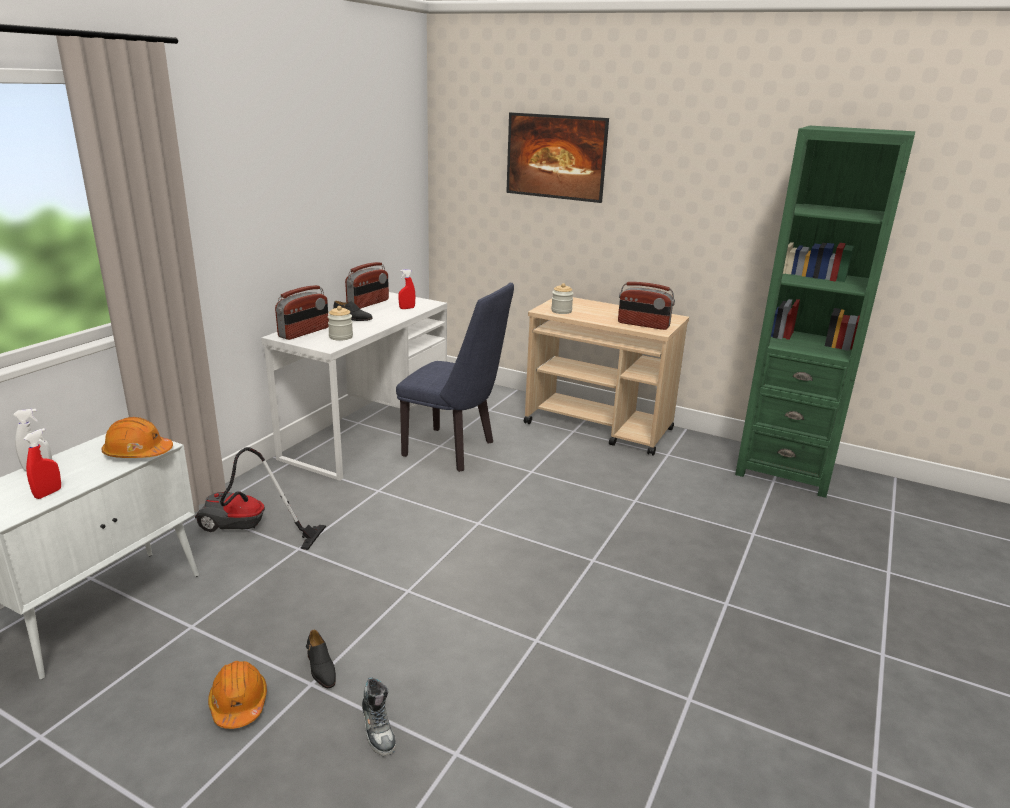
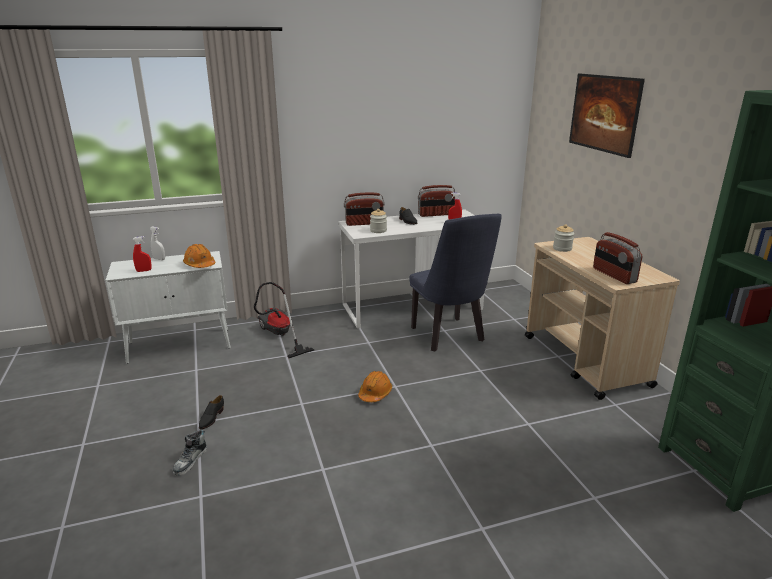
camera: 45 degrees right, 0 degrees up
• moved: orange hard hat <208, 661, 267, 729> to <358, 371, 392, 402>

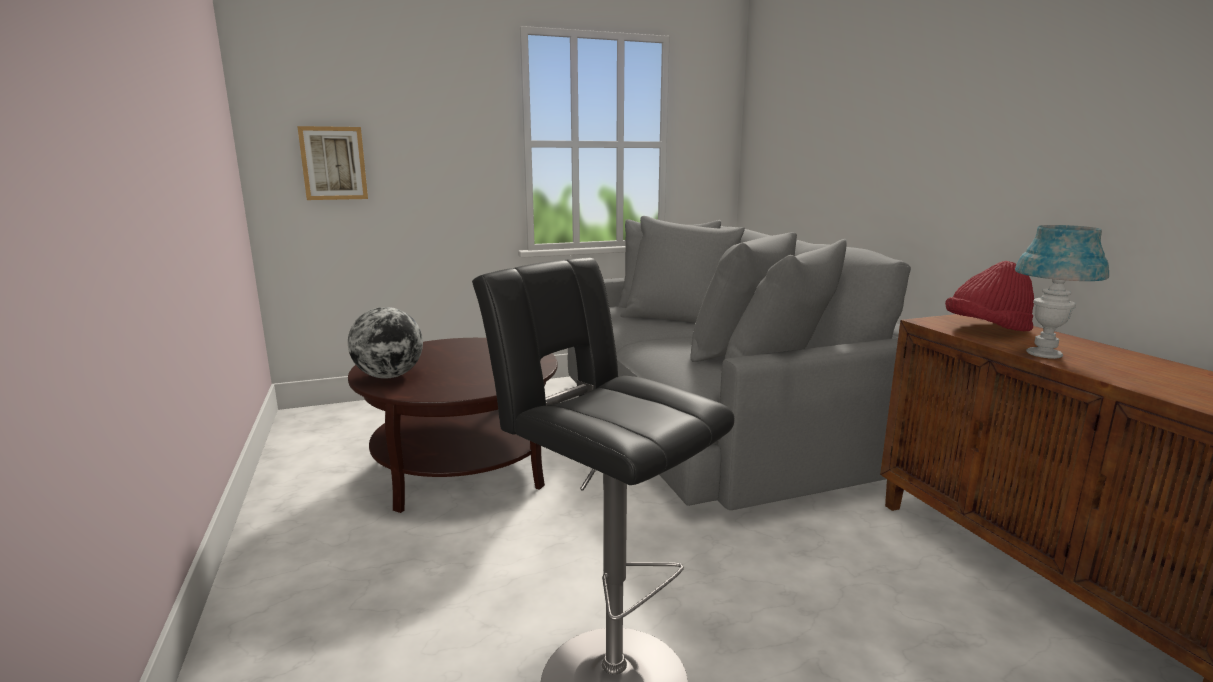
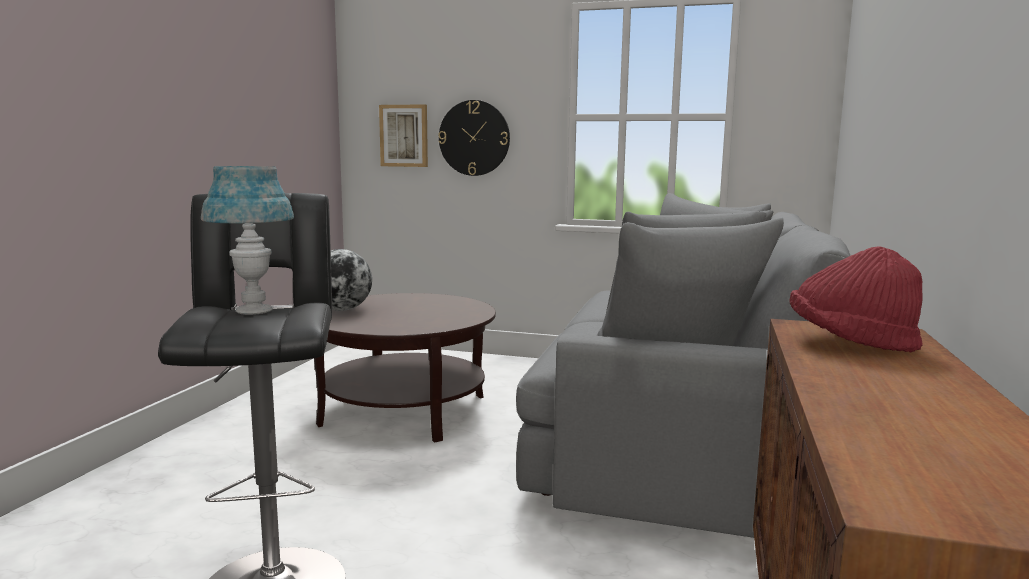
camera: 35 degrees right, 5 degrees down
• moved: blue table lamp <1015, 225, 1109, 359> to <201, 166, 294, 315>
• added: wall clock <438, 100, 510, 176>

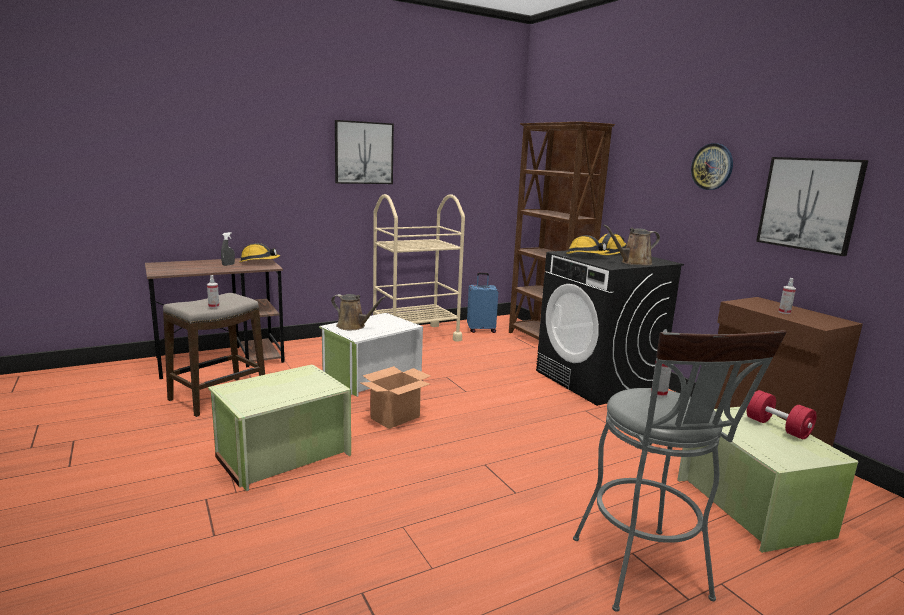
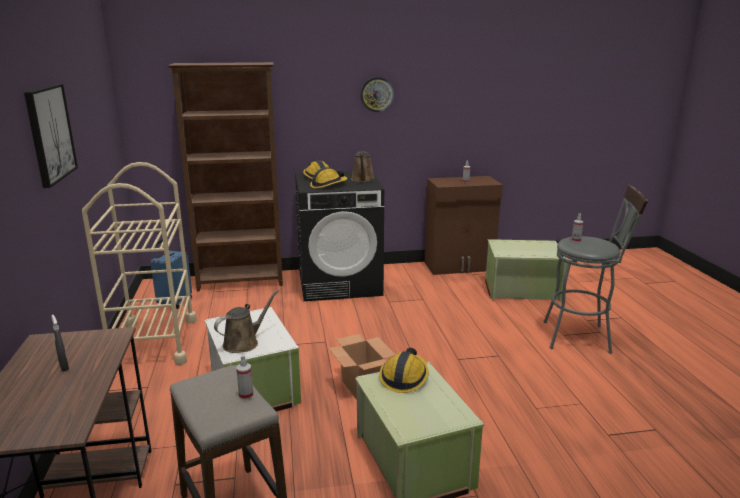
camera: 70 degrees left, 5 degrees up
• moved: hard hat <240, 243, 280, 262> to <379, 348, 429, 393>
• removed: red dumbbell <747, 390, 817, 439>
• removed: picture <756, 157, 868, 256>

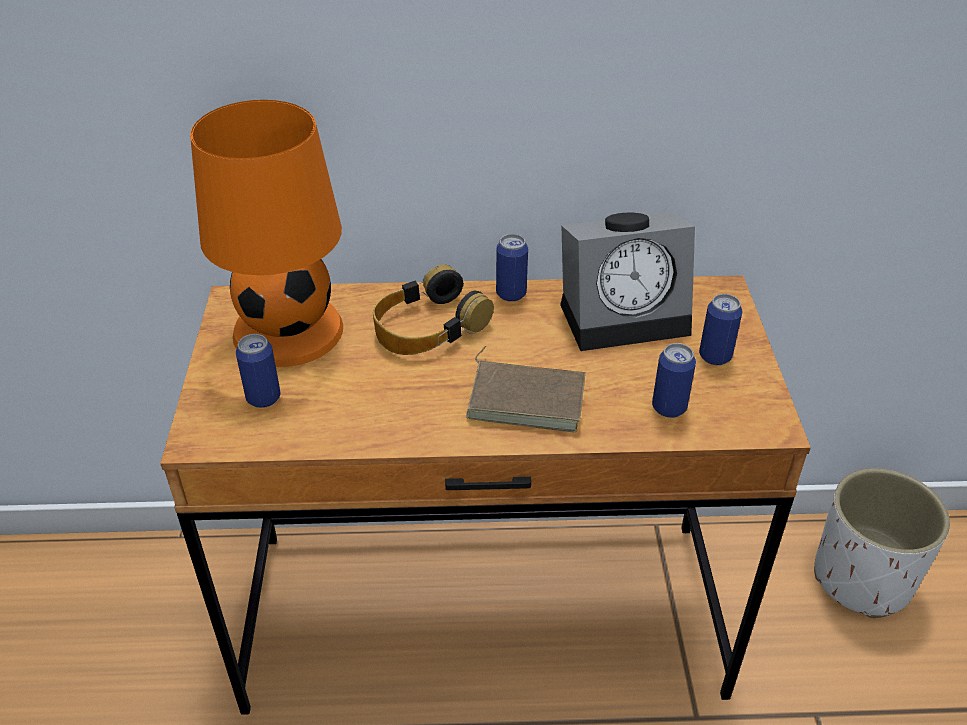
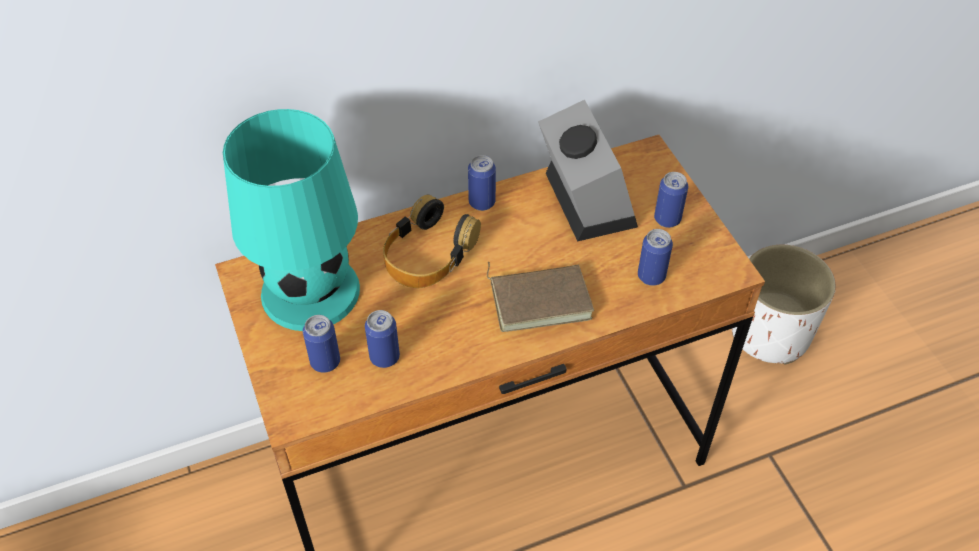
camera: 20 degrees left, 10 degrees up
• recoloured: orange table lamp <190, 100, 343, 367> to turquoise table lamp <223, 109, 360, 331>
• turned: alarm clock <560, 212, 695, 351> = <538, 100, 638, 242> 75 degrees counterclockwise
• added: can <365, 310, 400, 368>

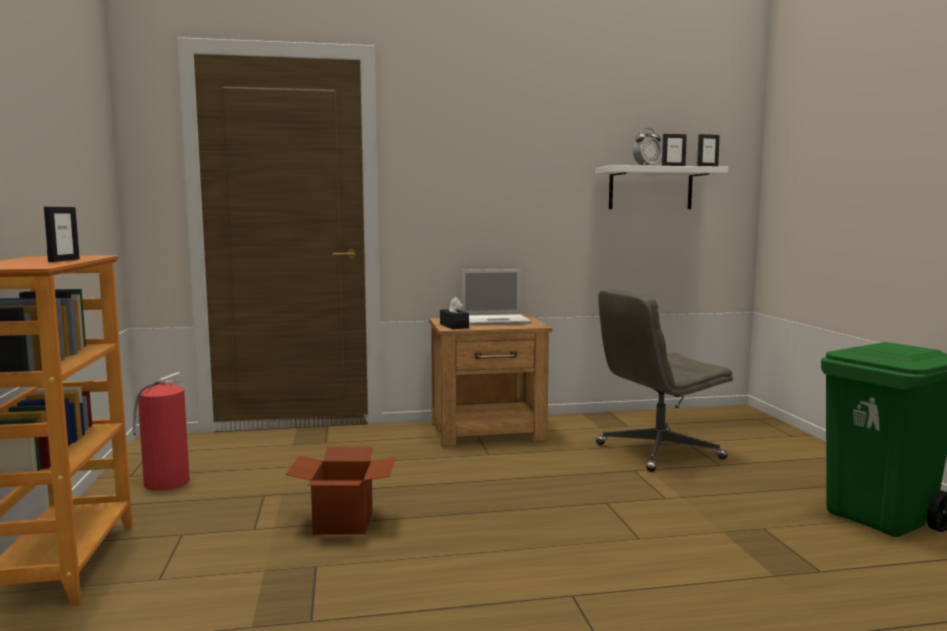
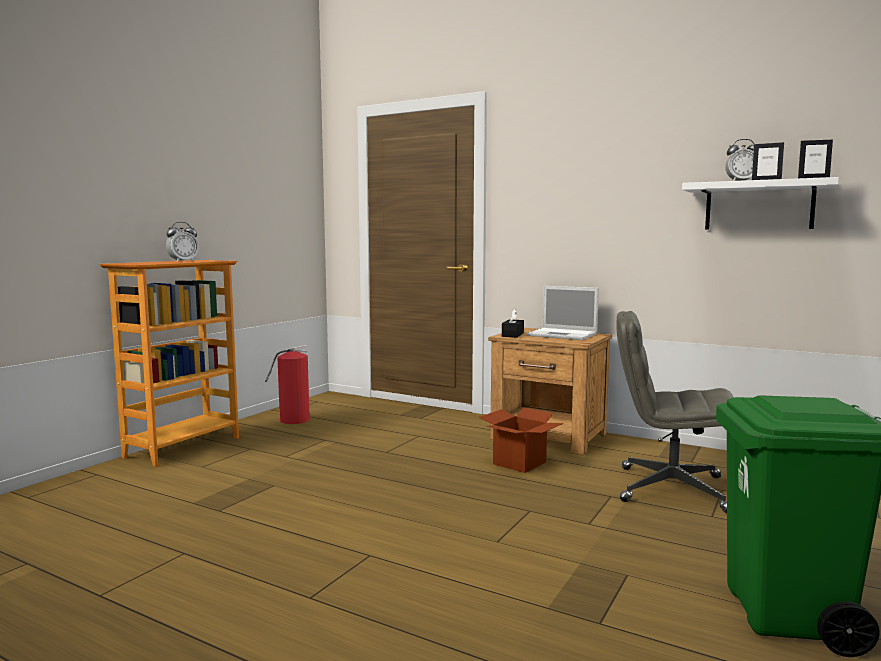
camera: 40 degrees right, 0 degrees up
• replaced: picture frame <44, 207, 80, 262> to alarm clock <166, 222, 199, 262>
• moved: cardboard box <285, 447, 395, 535> to <479, 408, 563, 473>

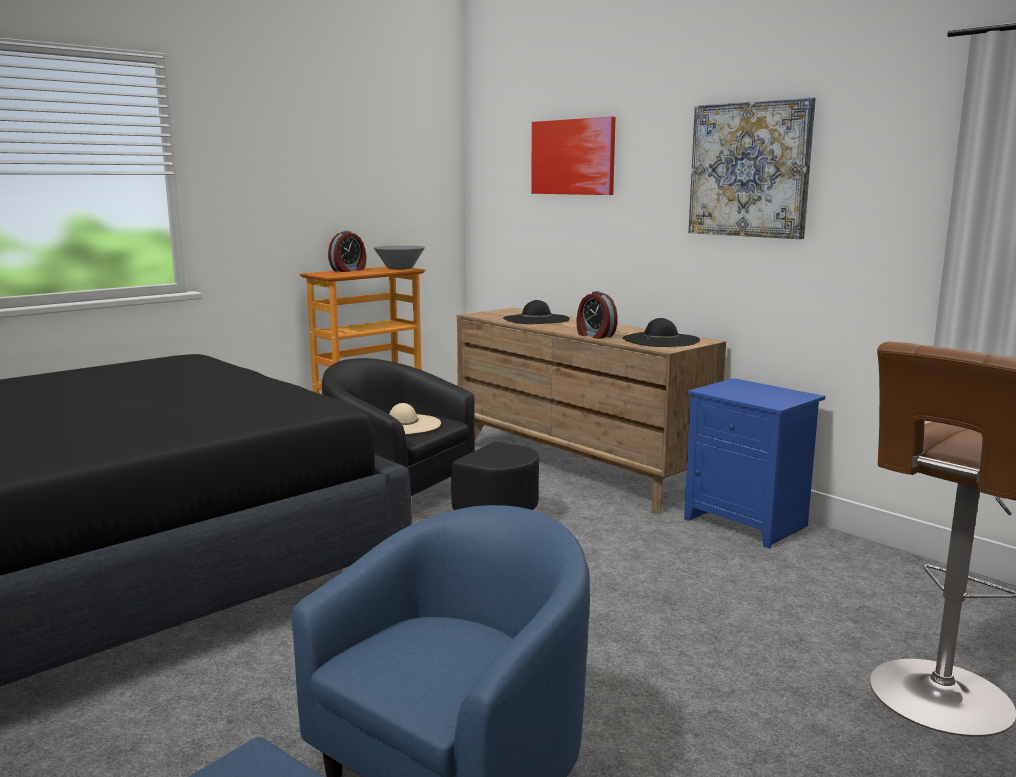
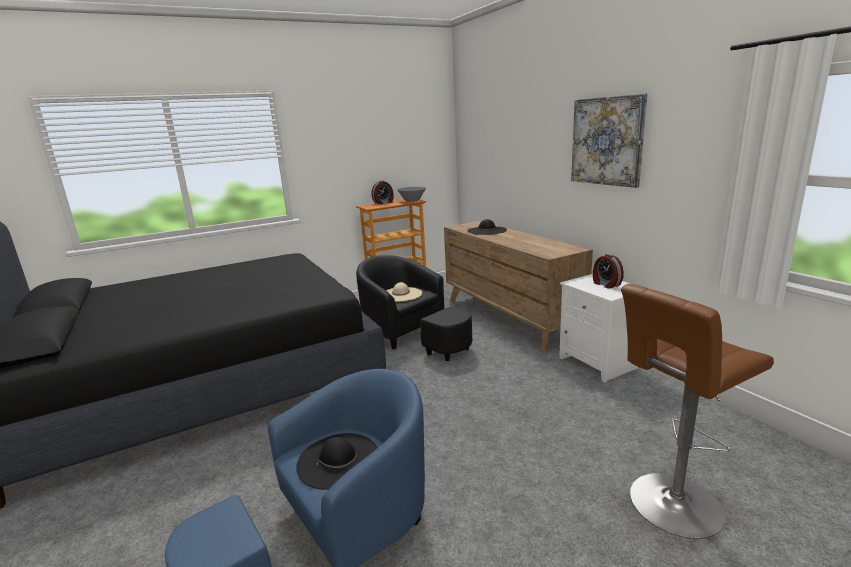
camera: 15 degrees right, 5 degrees up
• removed: picture <531, 116, 615, 195>
• moved: alarm clock <577, 291, 618, 339> to <593, 254, 624, 289>
• moved: black hat <623, 318, 700, 347> to <296, 433, 378, 490>
• recoloured: blue nightstand <684, 378, 825, 549> to white nightstand <559, 274, 638, 383>

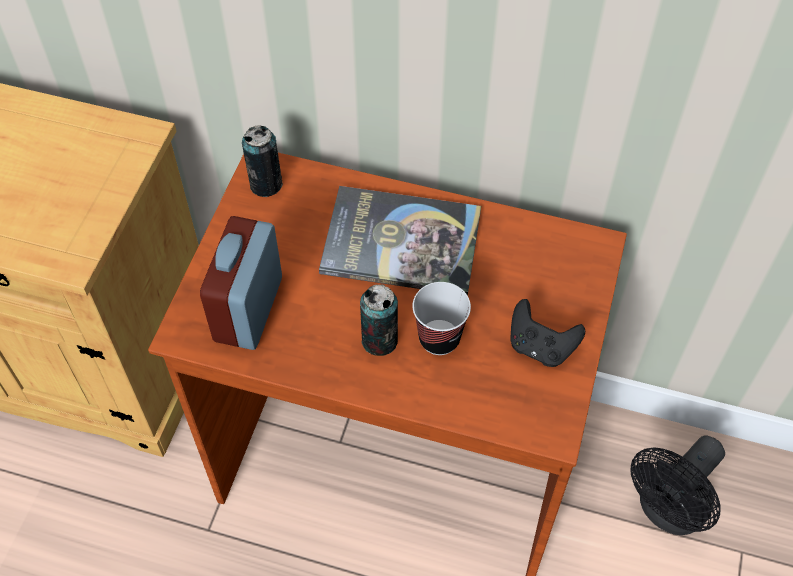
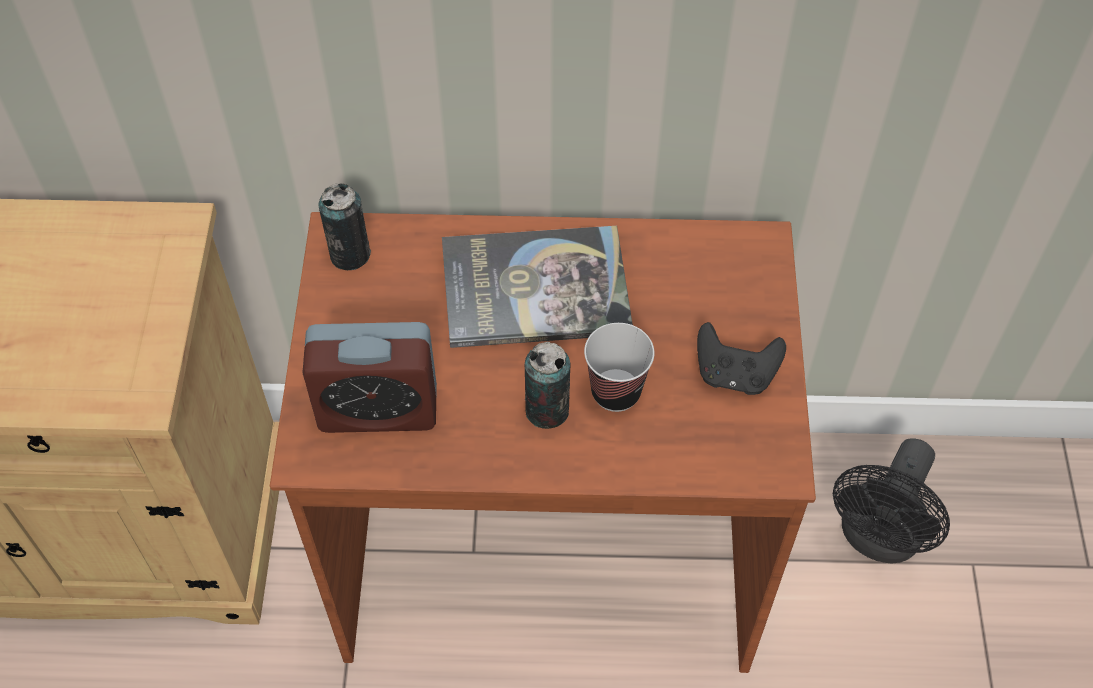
camera: 15 degrees left, 0 degrees up
• turned: alarm clock <200, 216, 282, 350> = <302, 322, 437, 433> 90 degrees counterclockwise

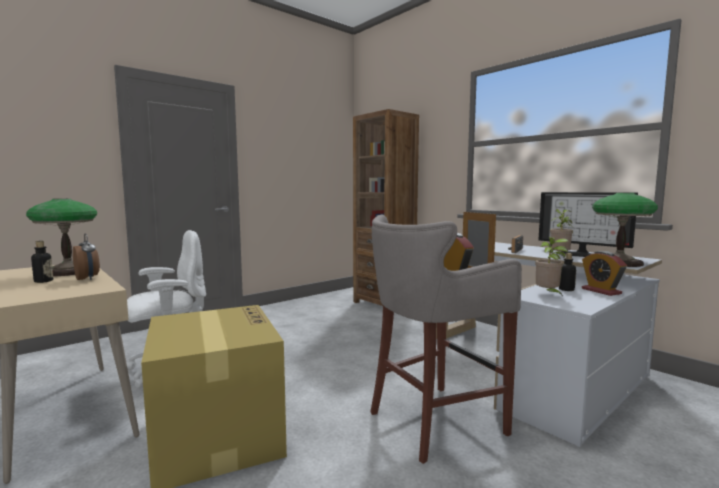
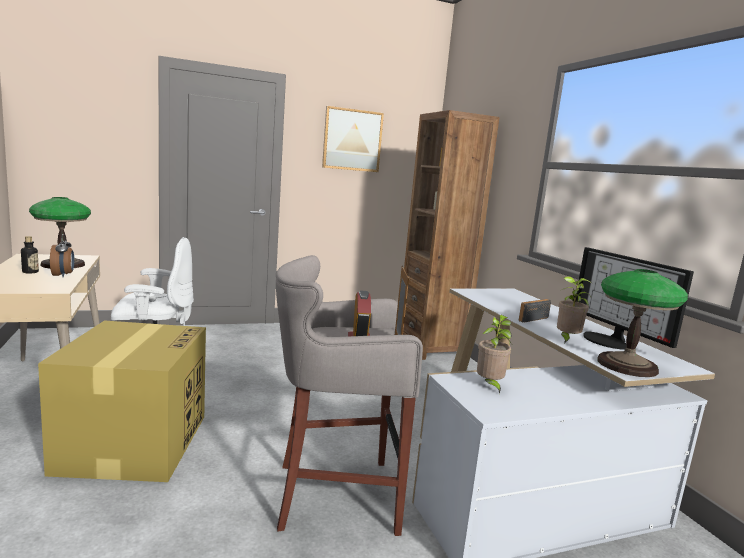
camera: 20 degrees right, 5 degrees up
• removed: bottle <559, 253, 576, 291>
• removed: alarm clock <582, 251, 627, 296>
• added: picture <322, 106, 384, 172>

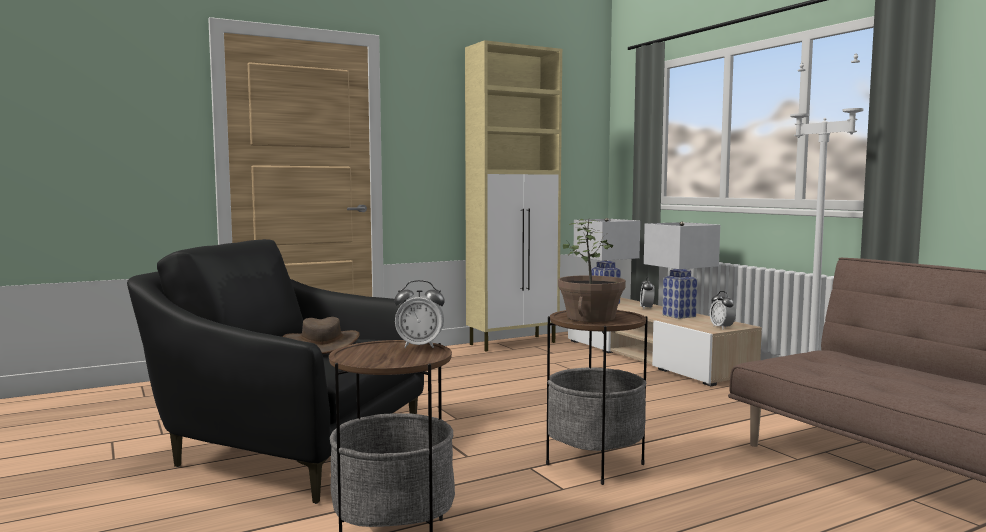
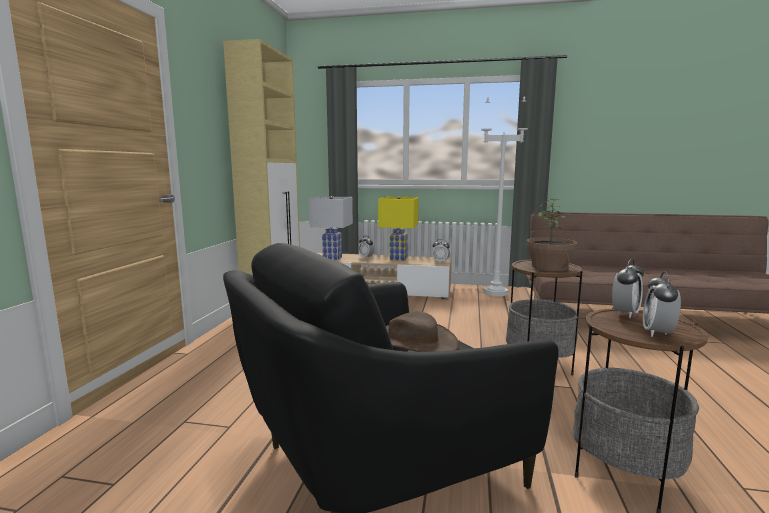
camera: 50 degrees left, 5 degrees up
• recoloured: white table lamp <644, 222, 720, 319> to yellow table lamp <378, 196, 419, 261>
• added: alarm clock <643, 271, 681, 337>

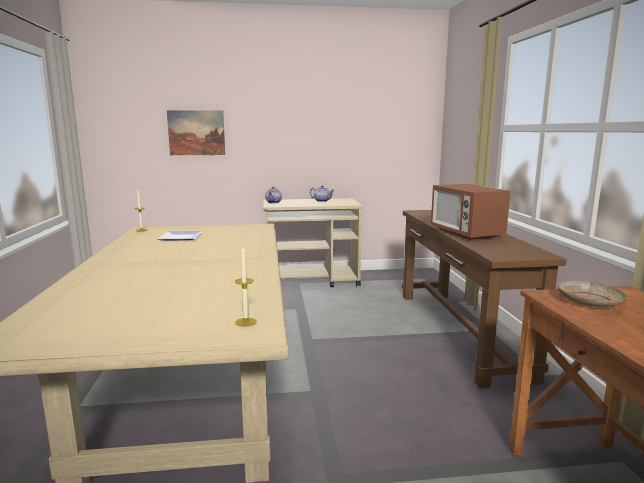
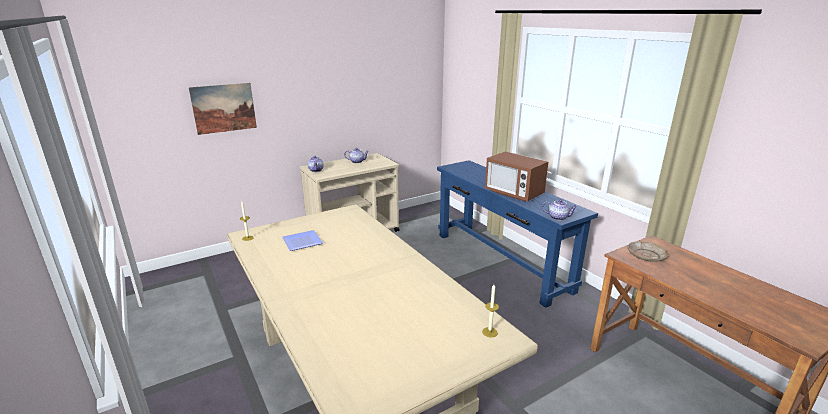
camera: 25 degrees left, 10 degrees up
• recoloured: brown console table <402, 210, 567, 389> to blue console table <437, 160, 598, 308>
• added: teapot <542, 199, 578, 220>

